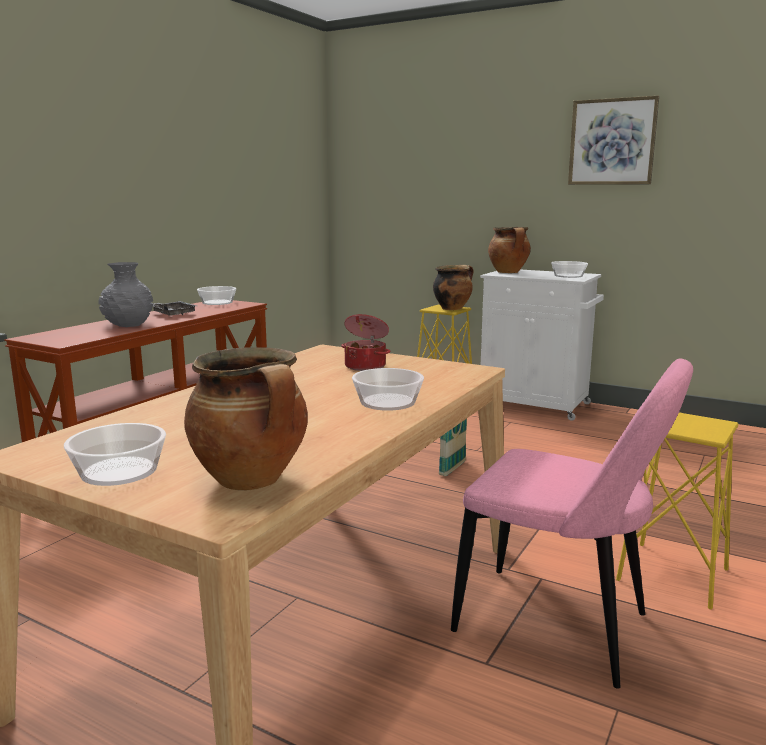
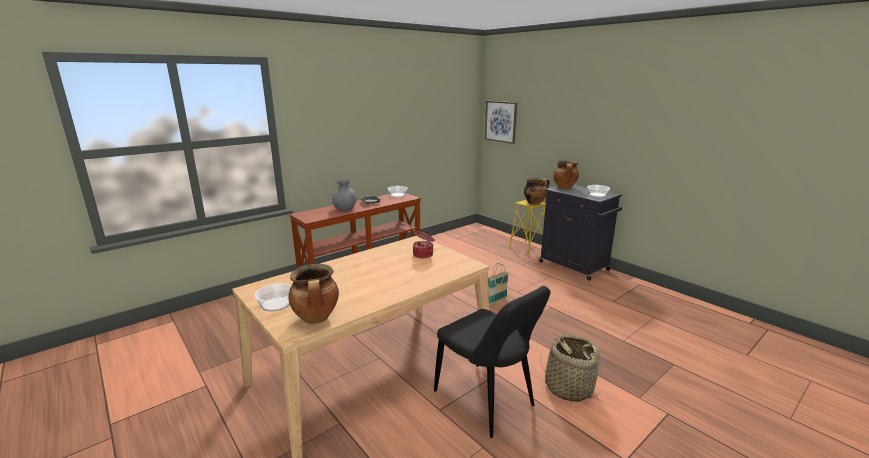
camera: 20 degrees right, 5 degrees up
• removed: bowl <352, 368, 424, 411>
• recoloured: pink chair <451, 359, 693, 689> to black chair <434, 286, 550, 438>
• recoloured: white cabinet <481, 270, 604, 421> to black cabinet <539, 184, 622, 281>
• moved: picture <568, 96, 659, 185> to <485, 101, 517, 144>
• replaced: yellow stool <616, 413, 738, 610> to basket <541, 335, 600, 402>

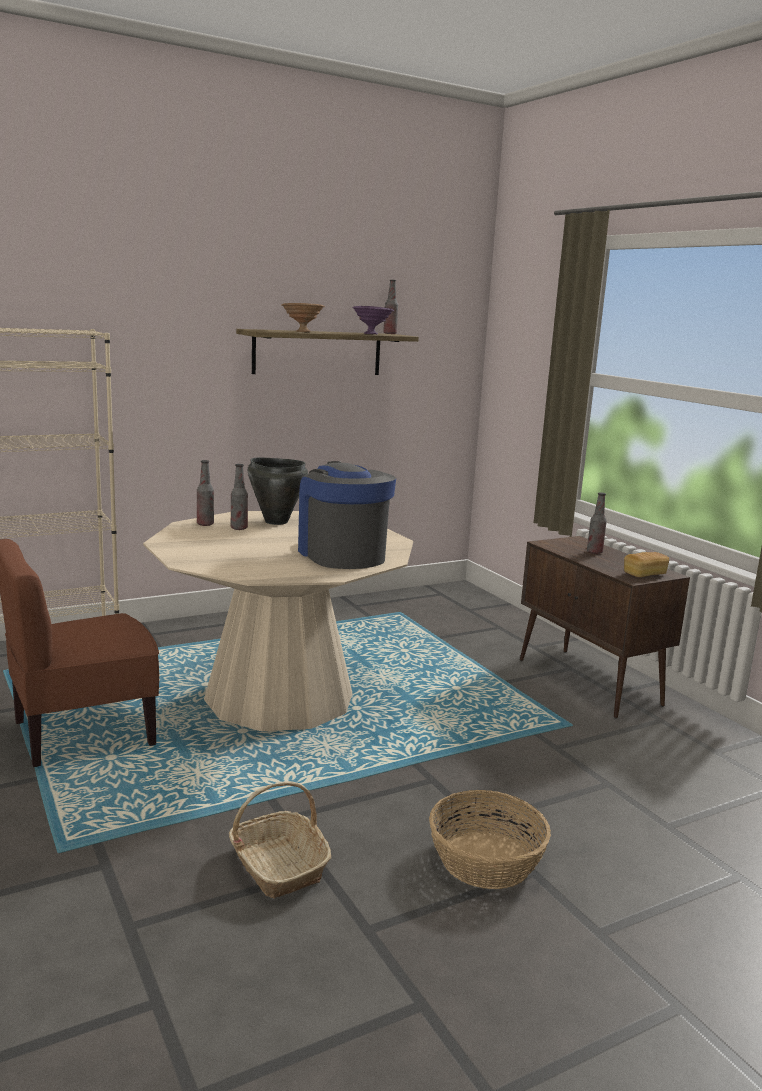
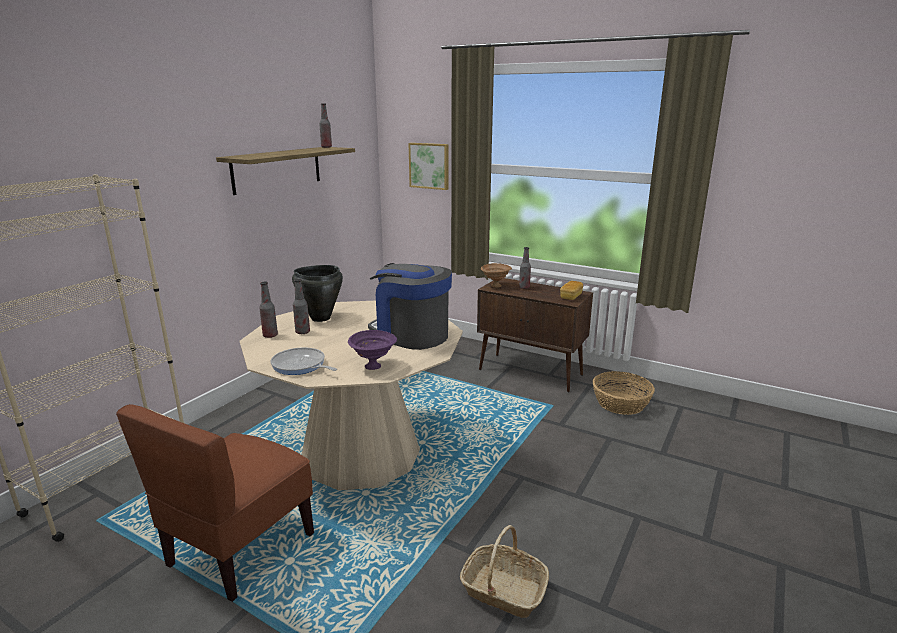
camera: 30 degrees left, 5 degrees up
• moved: brown bowl <281, 303, 325, 332> to <481, 263, 512, 288>
• moved: purple bowl <352, 306, 394, 334> to <348, 330, 397, 370>
• moved: basket <429, 790, 551, 889> to <593, 371, 655, 415>
• added: frying pan <271, 347, 337, 375>
• added: picture <409, 143, 449, 190>

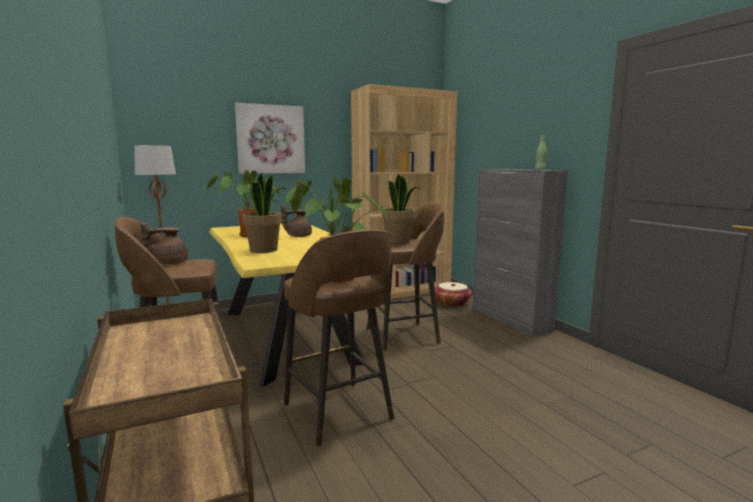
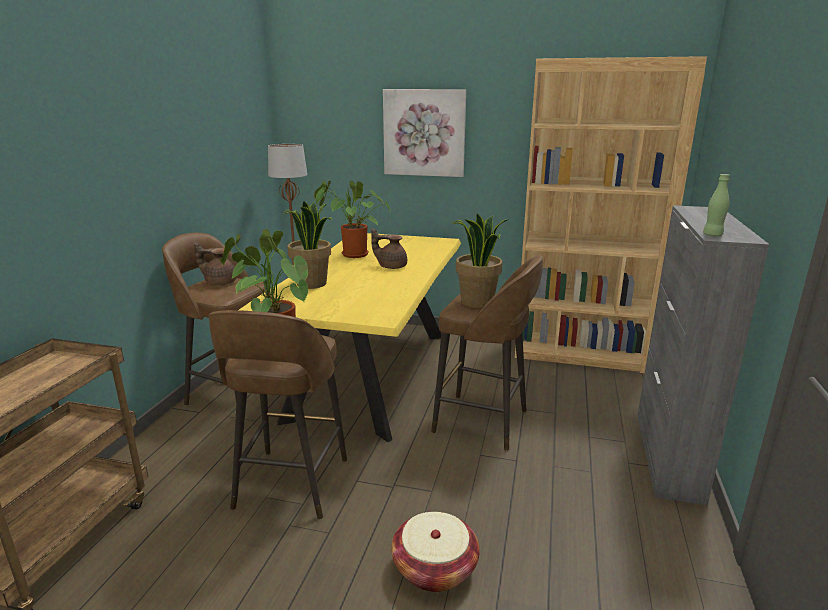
camera: 40 degrees right, 10 degrees up
• moved: basket <435, 282, 472, 307> to <391, 512, 480, 592>

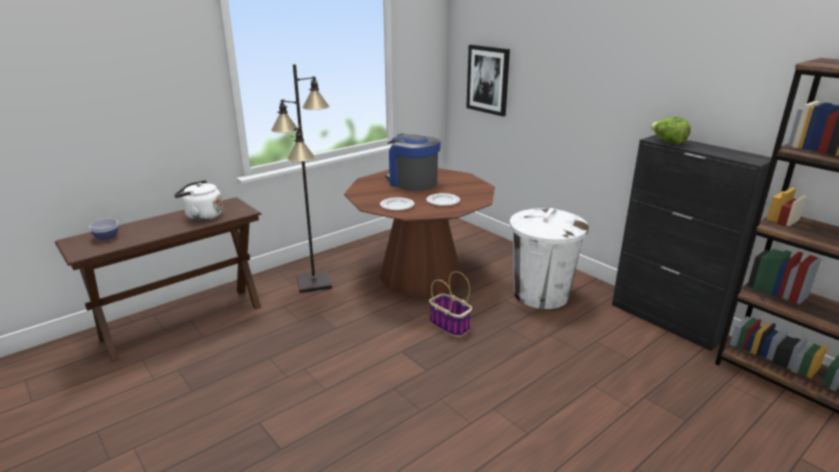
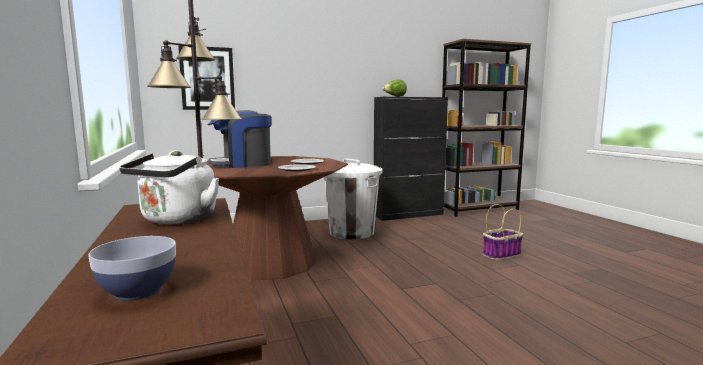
camera: 70 degrees left, 15 degrees down
• moved: basket <429, 271, 472, 337> to <483, 204, 523, 260>

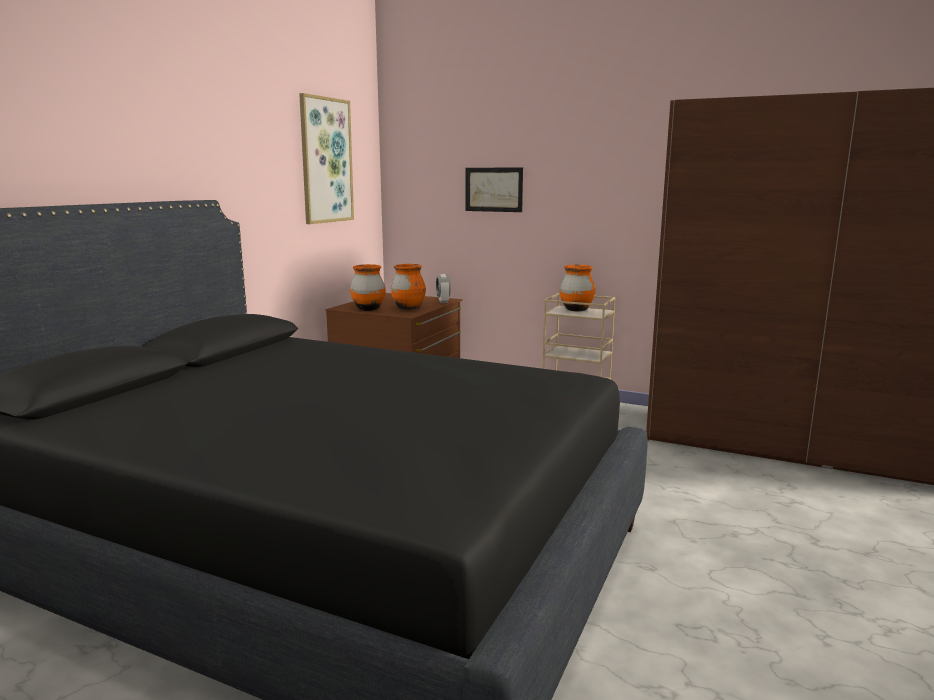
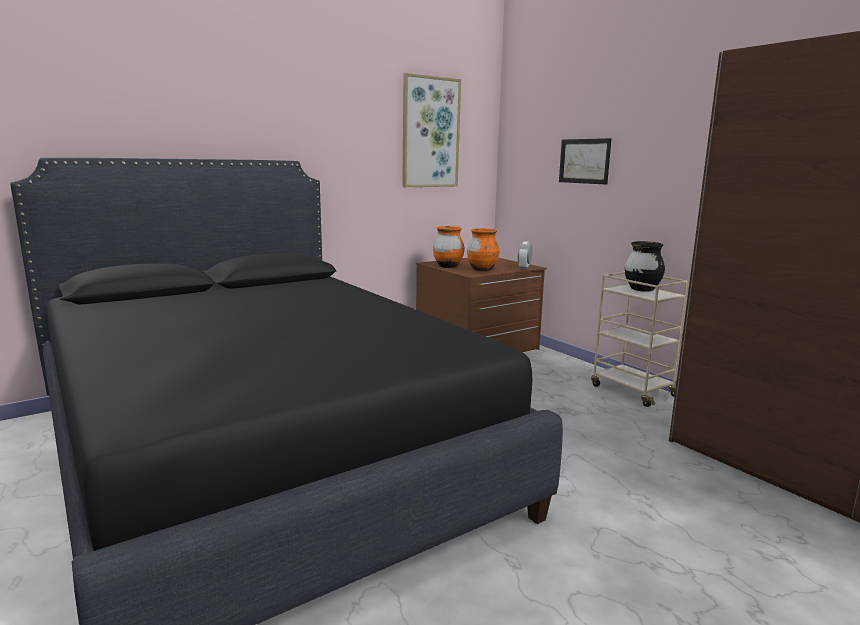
camera: 30 degrees right, 0 degrees up
• recoloured: orange vase <560, 265, 595, 311> to black vase <625, 241, 665, 292>

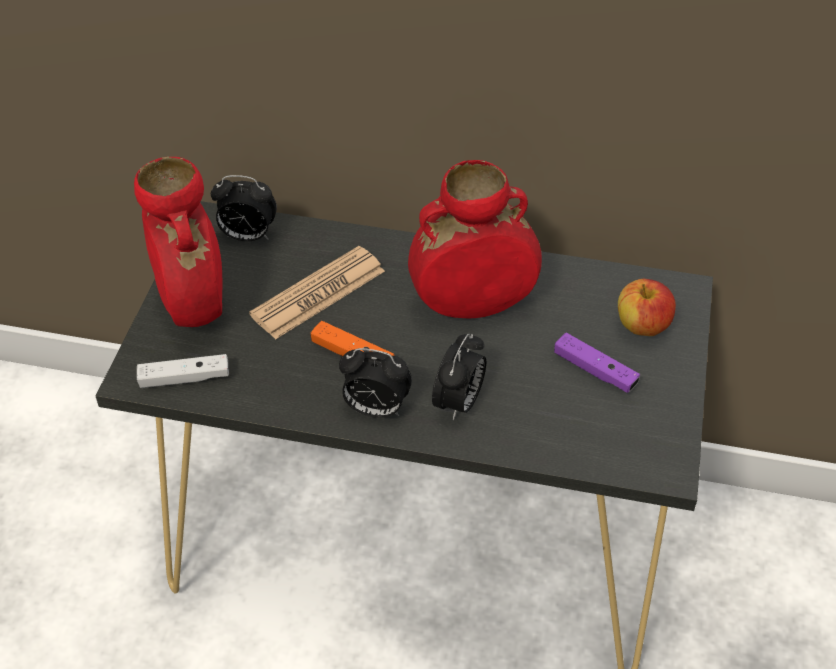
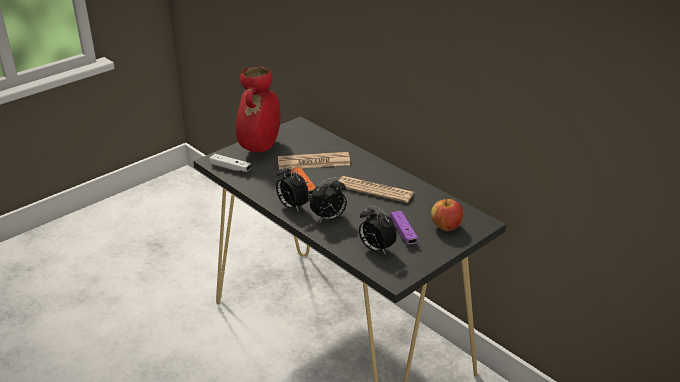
camera: 35 degrees right, 15 degrees down
• moved: alarm clock <211, 175, 277, 241> to <359, 206, 397, 255>
• replaced: red vase <408, 160, 542, 318> to newspaper <339, 176, 414, 203>

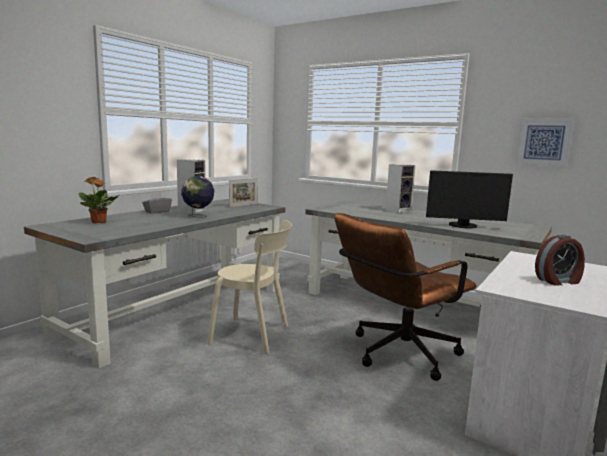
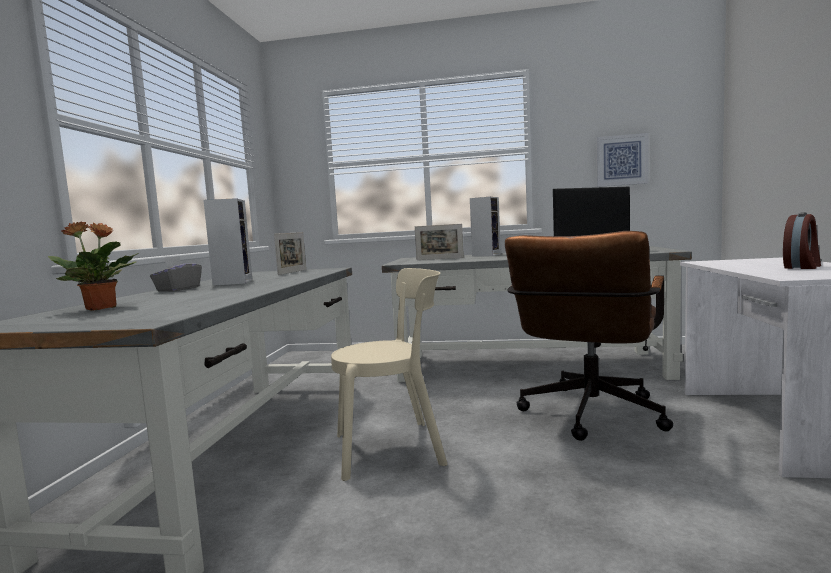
camera: 25 degrees left, 5 degrees down
• removed: globe <181, 176, 214, 218>
• added: picture frame <415, 224, 464, 260>

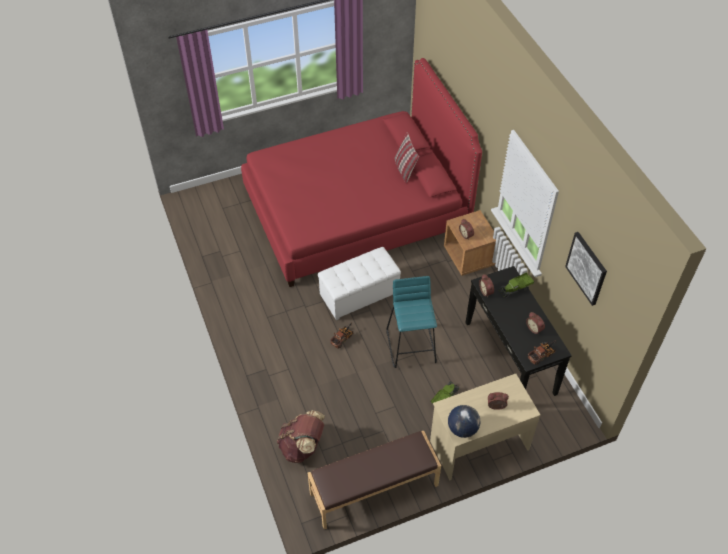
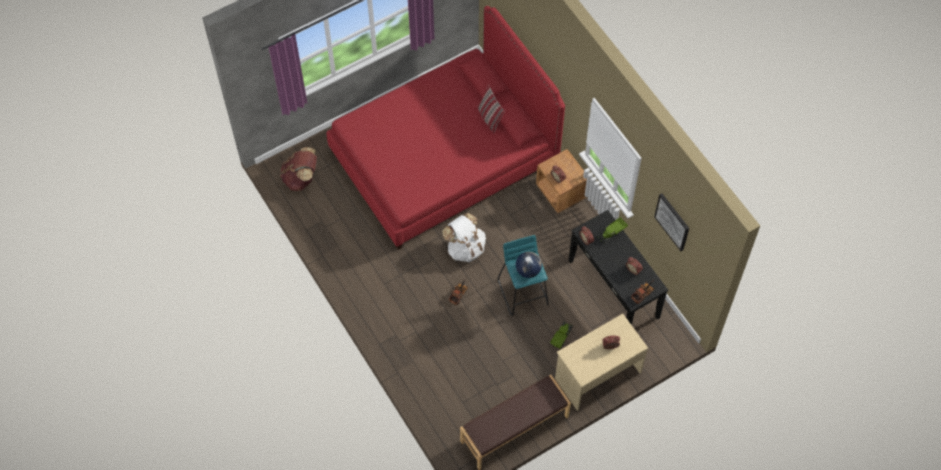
camera: 10 degrees left, 10 degrees up
• moved: brown backpack <277, 410, 325, 463> to <280, 147, 317, 191>
• replaced: white ottoman <318, 247, 401, 320> to white backpack <442, 213, 486, 262>
• moved: globe <448, 405, 480, 438> to <516, 252, 542, 278>

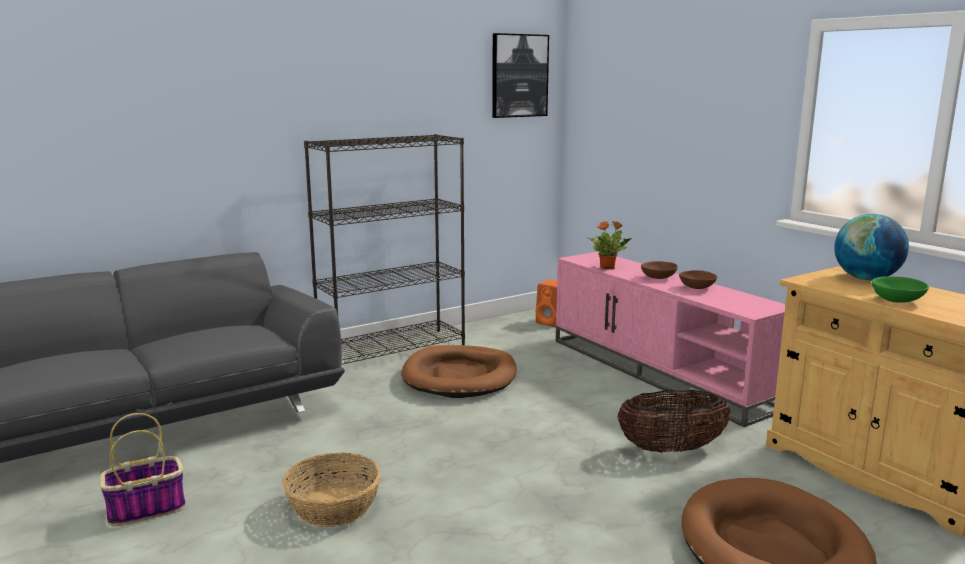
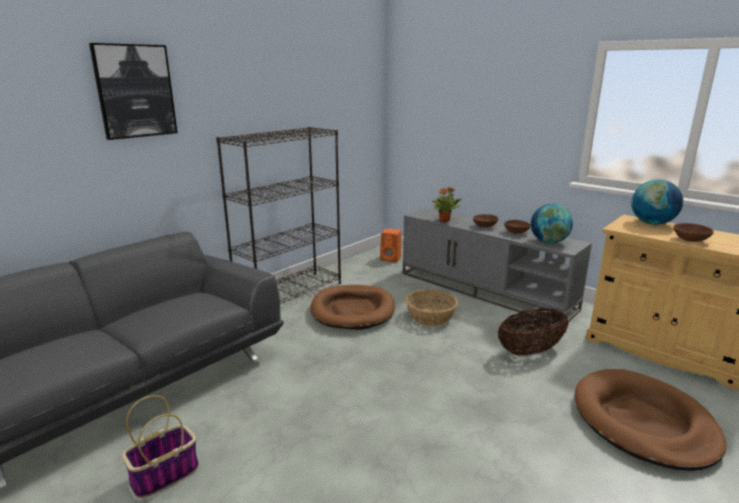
camera: 15 degrees left, 5 degrees up
• moved: basket <282, 453, 381, 527> to <405, 289, 458, 326>
• moved: picture <492, 33, 549, 118> to <89, 43, 177, 140>
• recoloured: pink tv stand <556, 252, 785, 427> to grey tv stand <403, 208, 592, 322>
• recoloured: green bowl <872, 276, 929, 303> to brown bowl <674, 223, 714, 242>
• added: globe <531, 204, 573, 244>

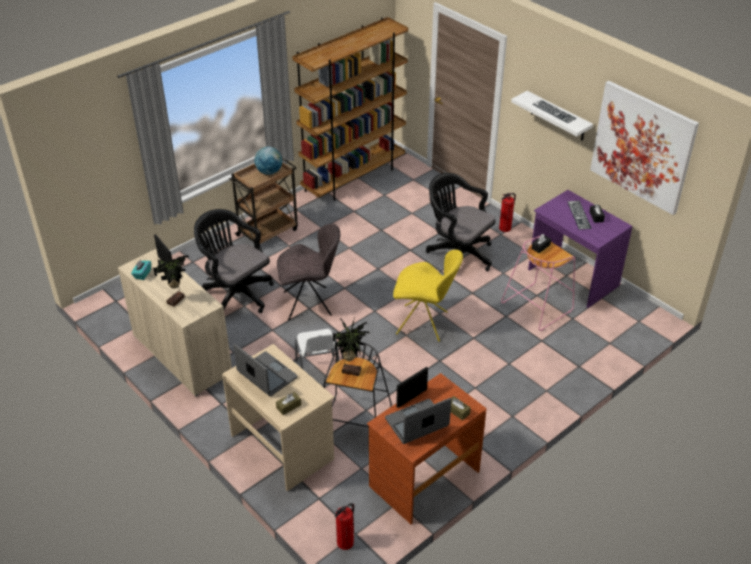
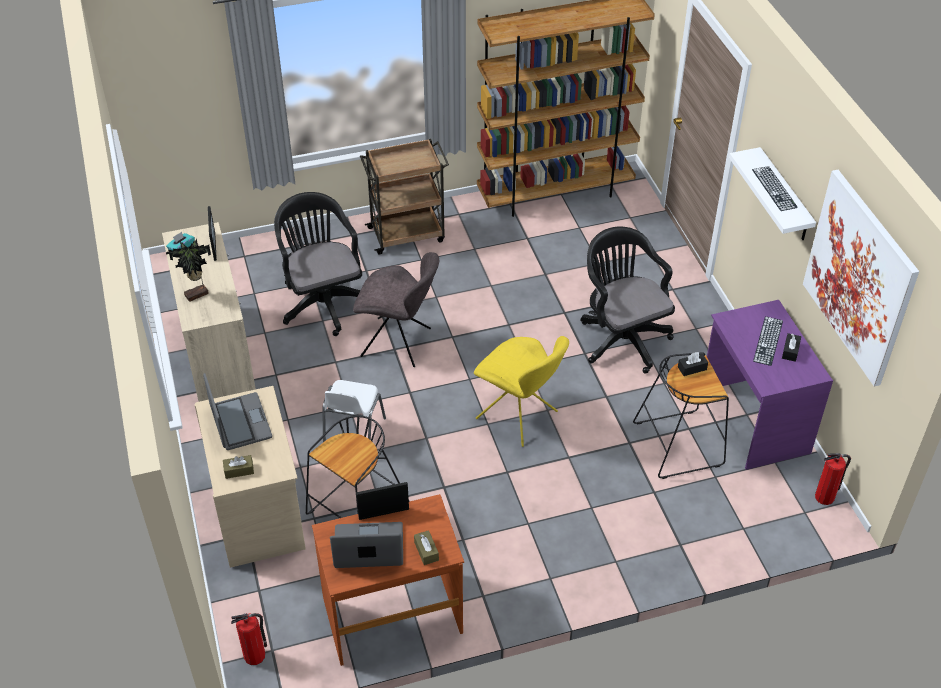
camera: 25 degrees right, 5 degrees up
• removed: globe <254, 147, 282, 175>
• removed: potted plant <333, 317, 369, 376>
• moved: fire extinguisher <499, 193, 516, 232> to <815, 453, 851, 505>
• recoloured: pink stool <501, 236, 575, 331> to black stool <633, 352, 729, 479>

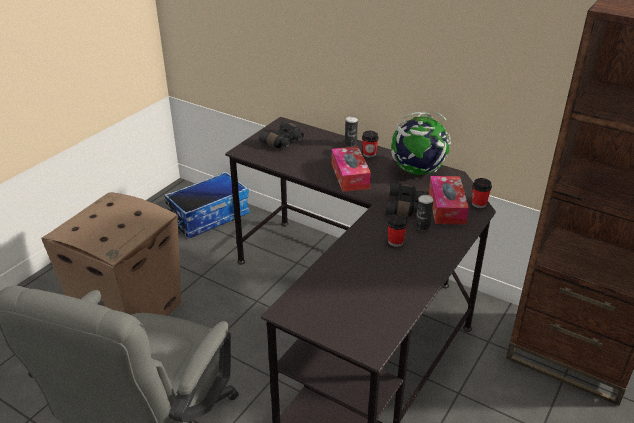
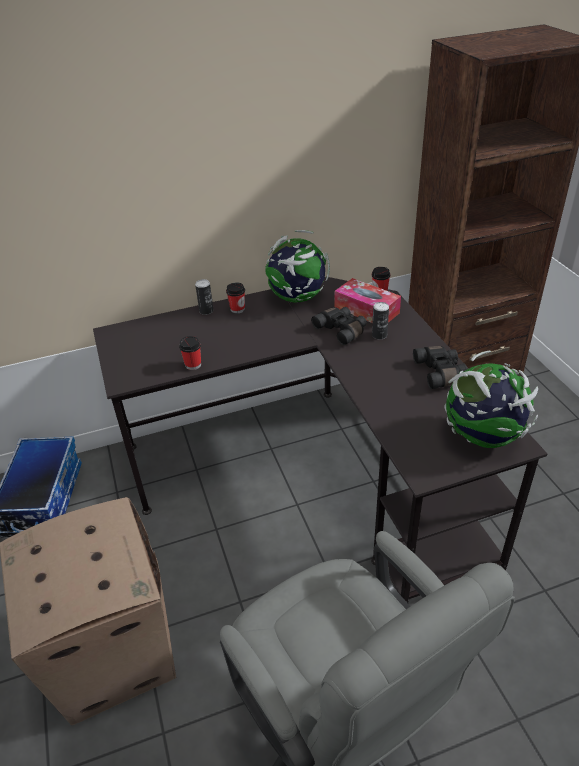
camera: 50 degrees left, 5 degrees up
• moved: black binoculars <259, 121, 304, 148> to <413, 346, 467, 389>
• removed: tissue box <332, 146, 371, 192>
• moved: cup <387, 214, 408, 247> to <179, 336, 201, 370>
• added: globe <445, 351, 538, 448>

